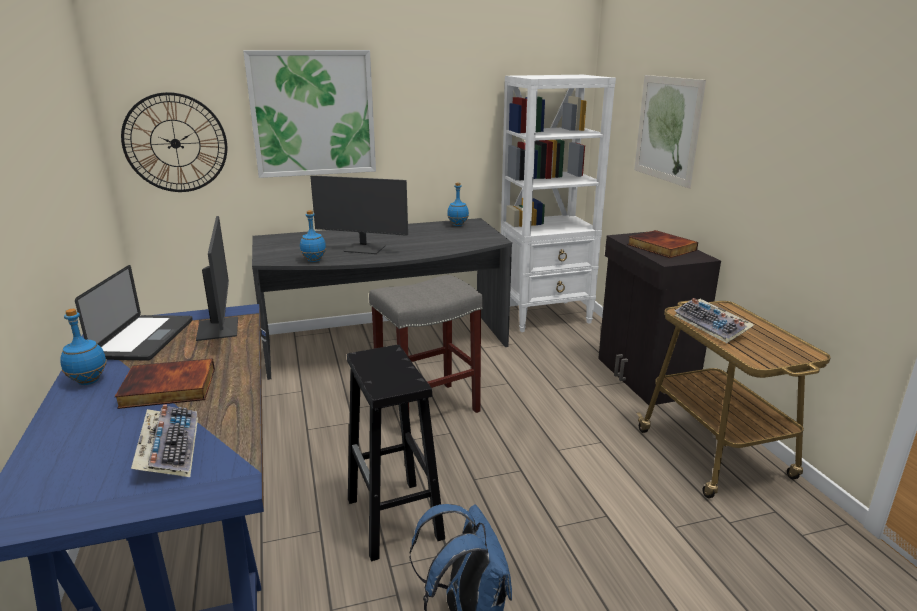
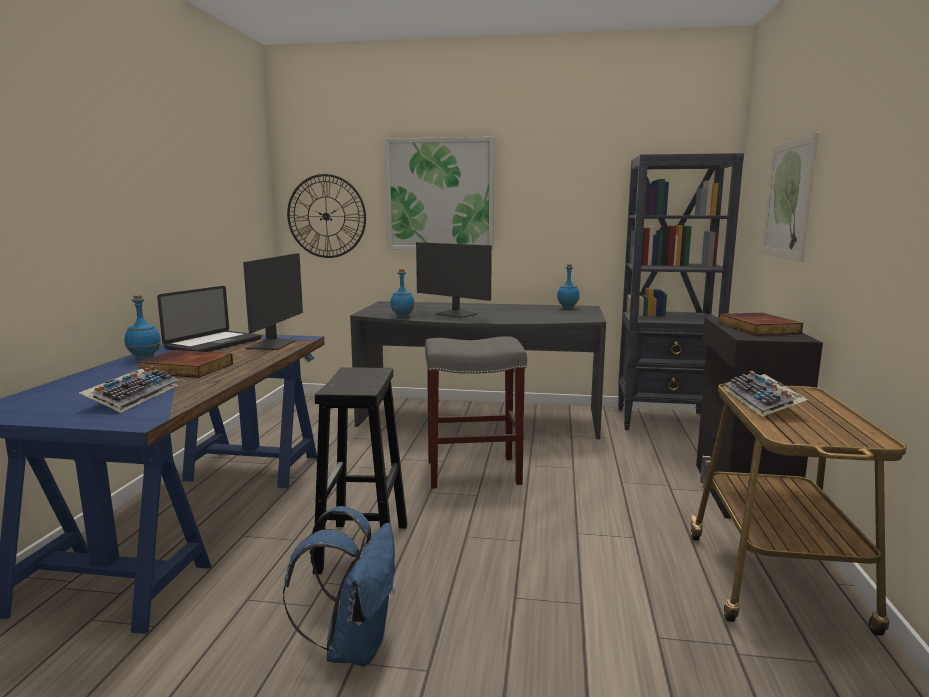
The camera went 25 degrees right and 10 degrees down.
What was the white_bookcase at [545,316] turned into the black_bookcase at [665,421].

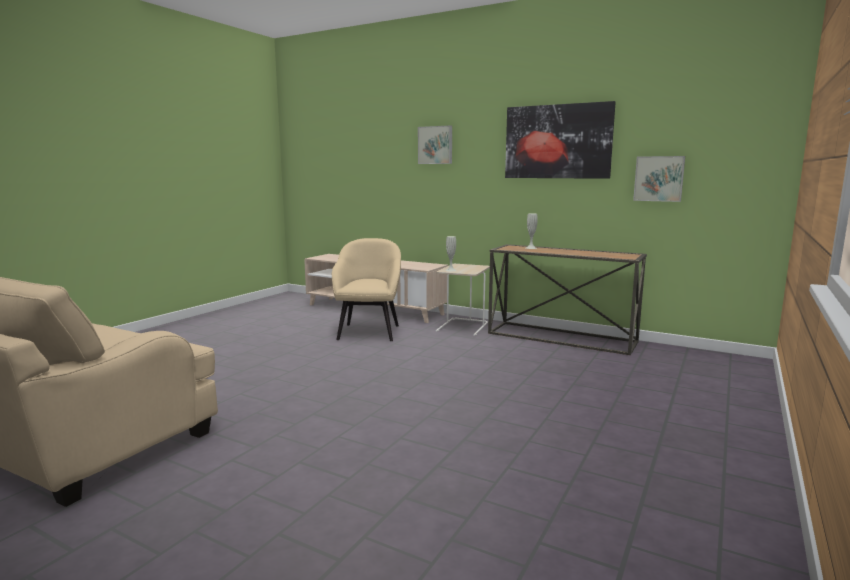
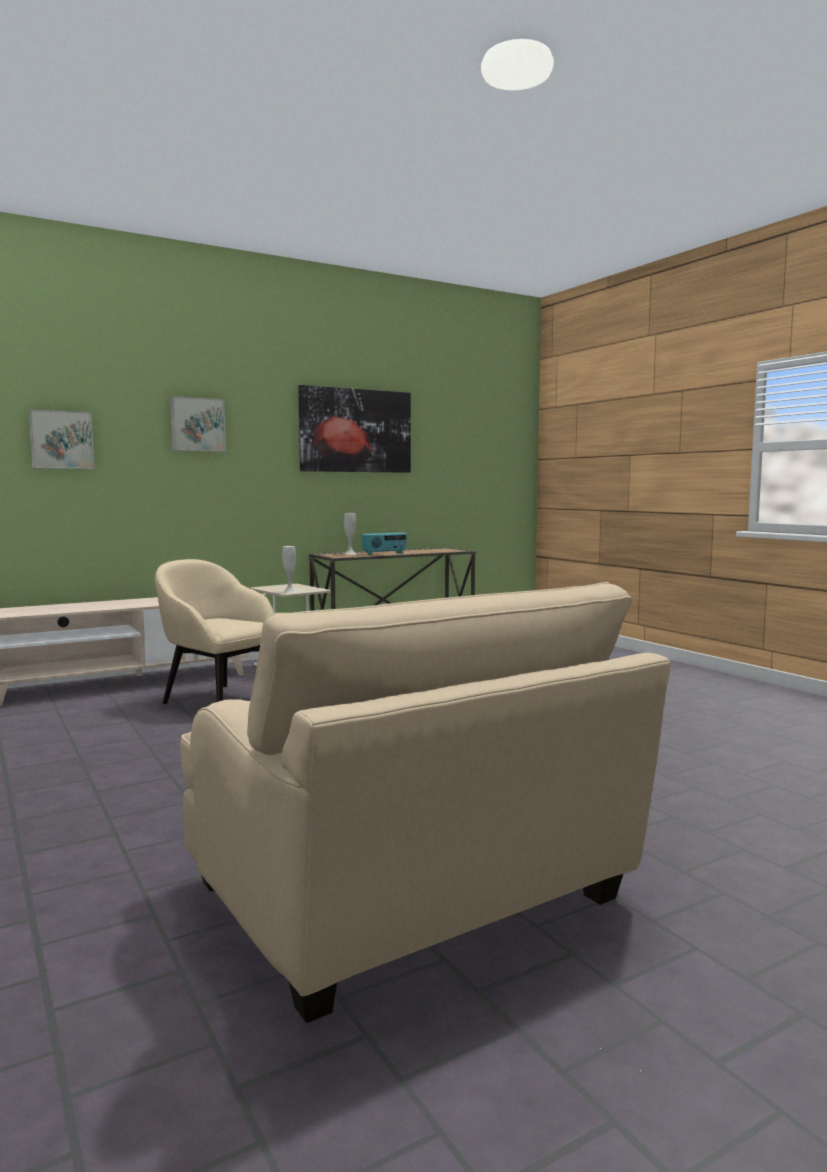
The camera went 60 degrees left and 5 degrees down.
The picture ended up elsewhere, having gone from [659,178] to [61,440].
The second view gained the radio at [384,553].

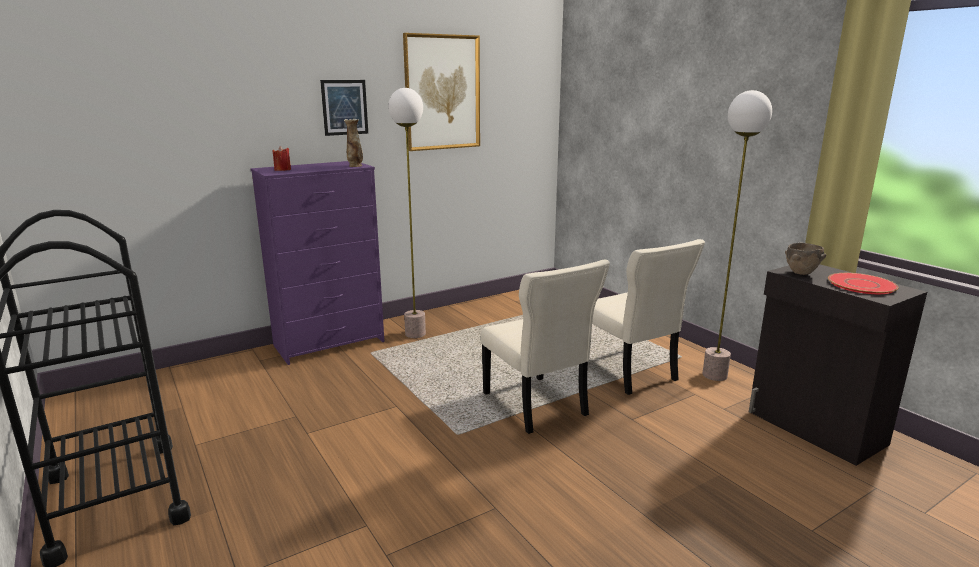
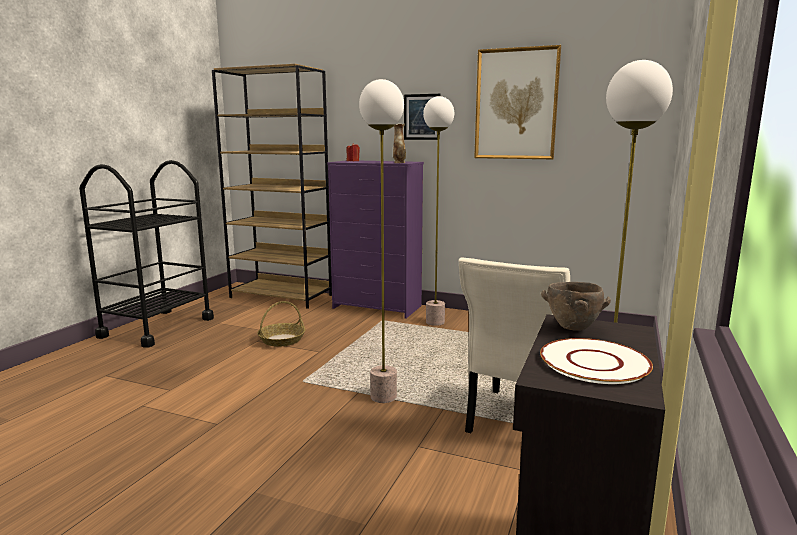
The camera went 55 degrees right and 5 degrees down.
Where the beige_chair stood at [536,406], the floor_lamp came to stand at [383,397].
What was the red_plate at [862,285] turned into the white_plate at [594,363].
The second view gained the brown_bookcase at [282,296].
The second view gained the basket at [281,340].

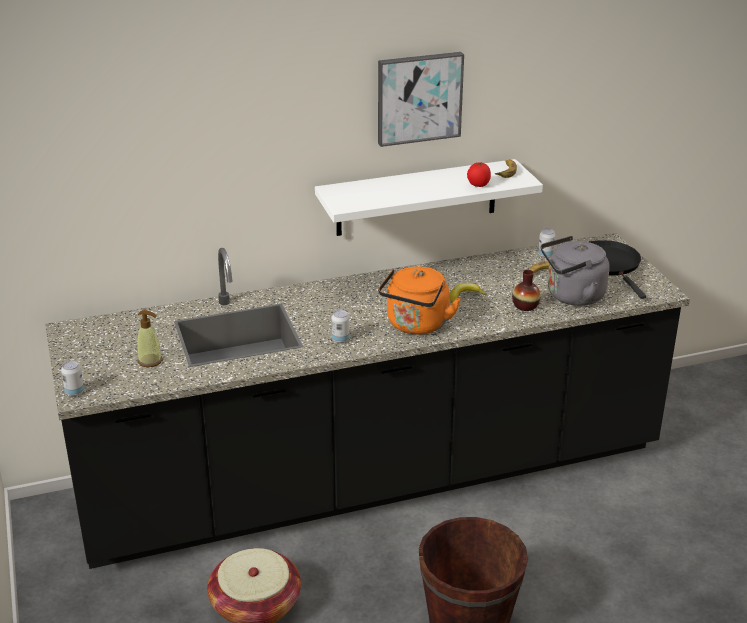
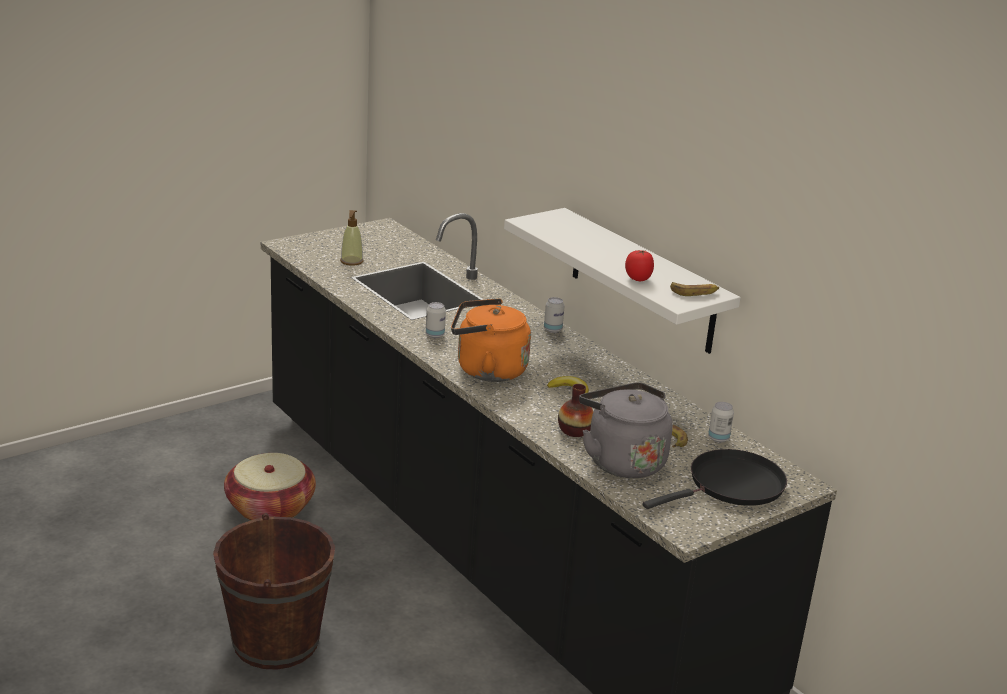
The camera went 70 degrees right and 5 degrees down.
The second view lost the picture at [418,98].
The can ended up elsewhere, having gone from [74,392] to [552,329].

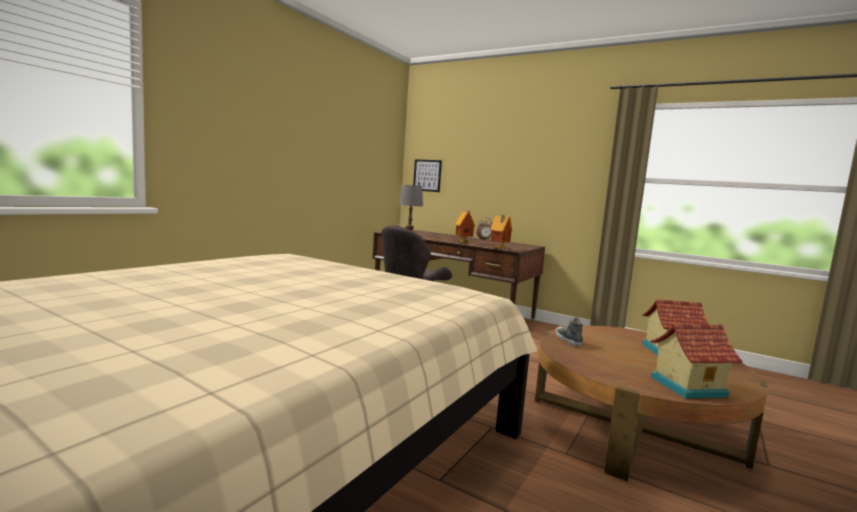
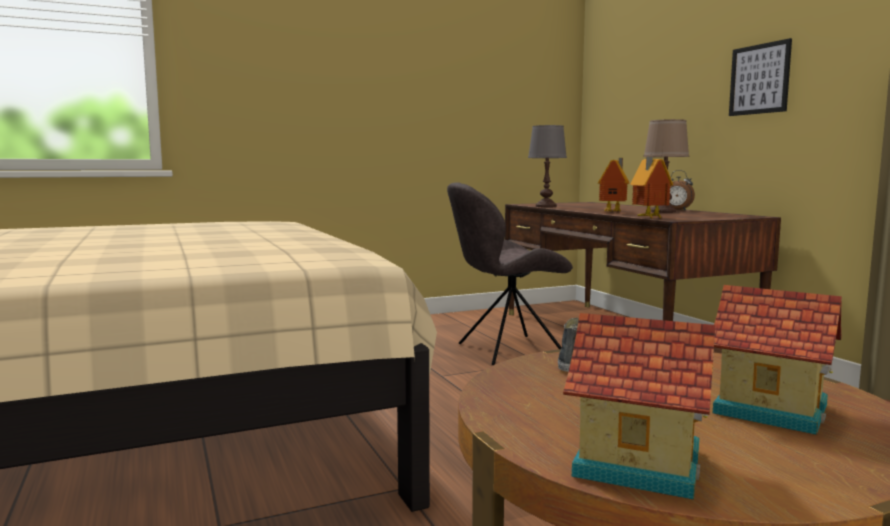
The camera went 35 degrees right and 0 degrees up.
The picture ended up elsewhere, having gone from [427,175] to [759,79].
The second view gained the brown_table_lamp at [663,212].

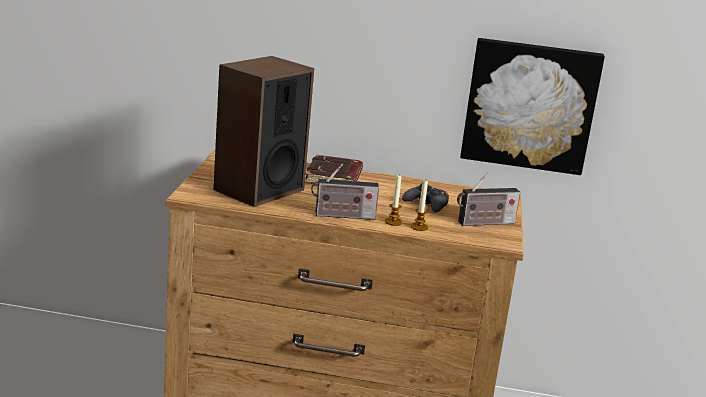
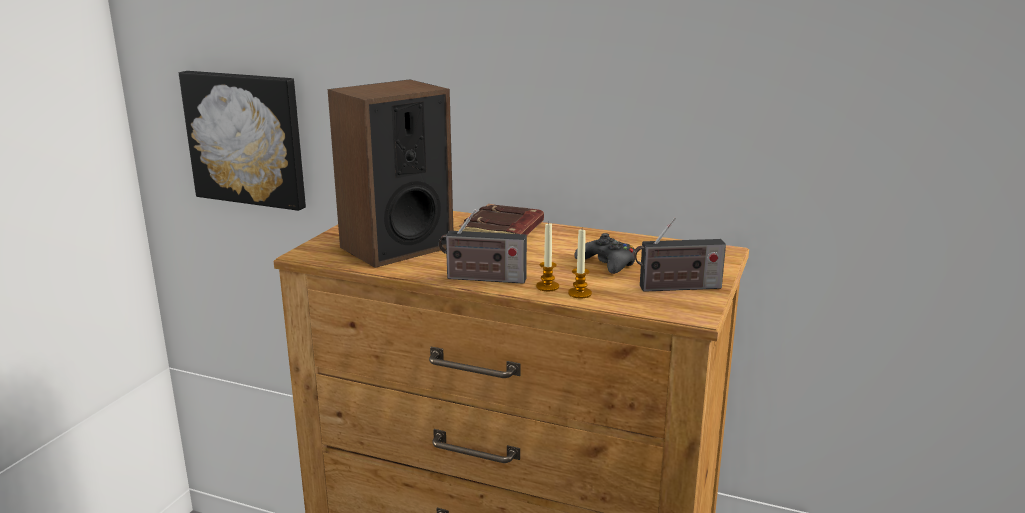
The camera went 15 degrees right and 0 degrees up.
The picture ended up elsewhere, having gone from [530,105] to [247,138].

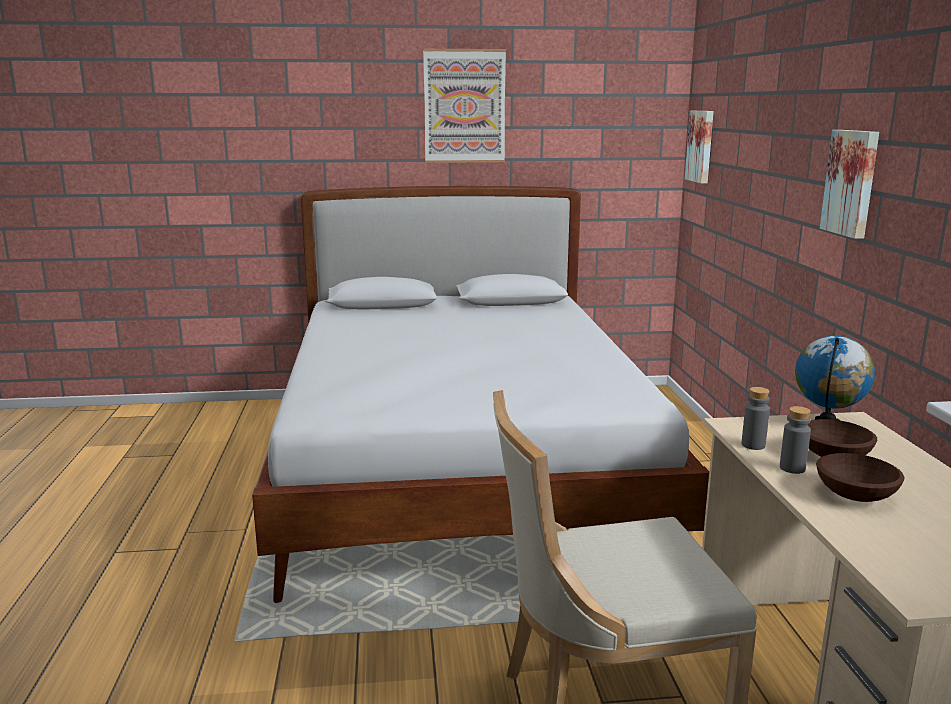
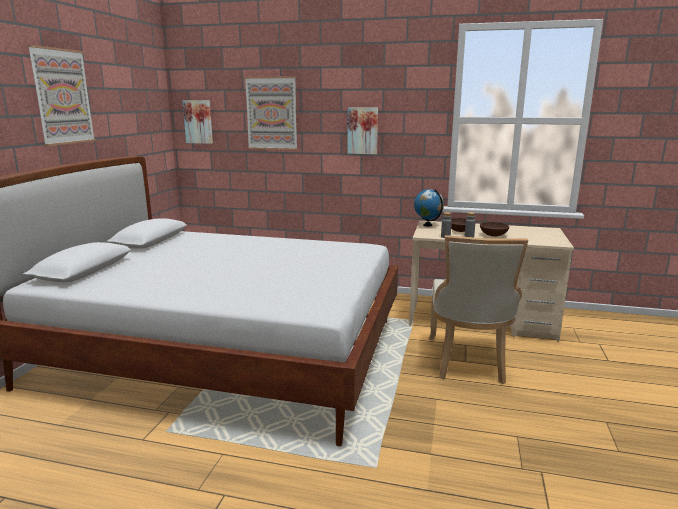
The camera went 70 degrees left and 0 degrees up.
The second view gained the picture at [271,113].

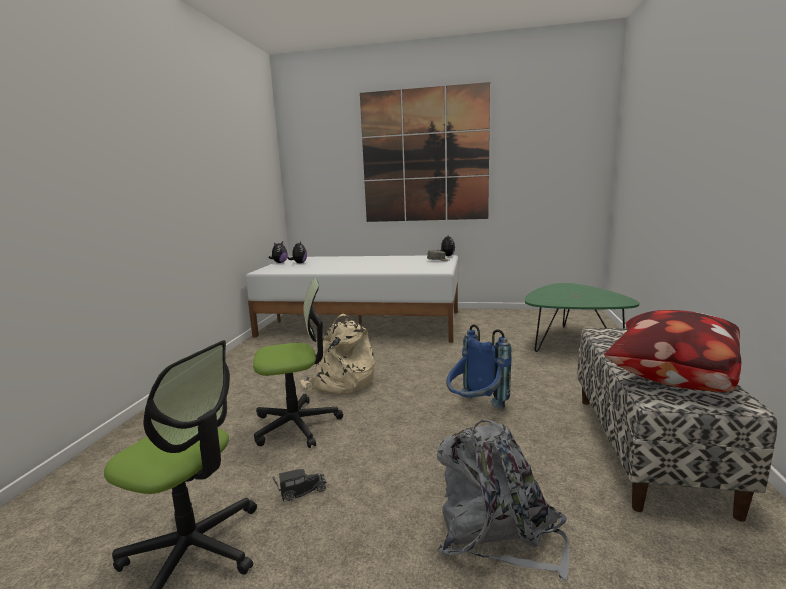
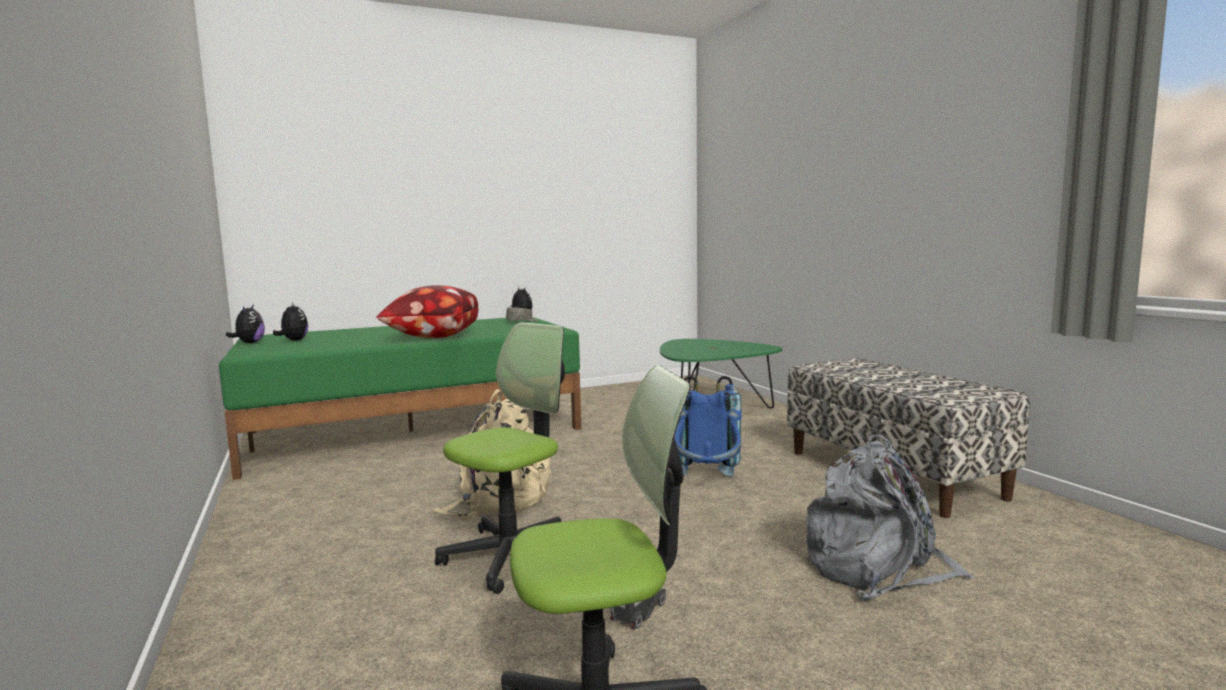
The camera went 35 degrees left and 5 degrees down.
The second view lost the picture at [424,156].
What was the white_bed at [361,323] turned into the green_bed at [412,430].
The pillow ended up elsewhere, having gone from [669,378] to [432,337].

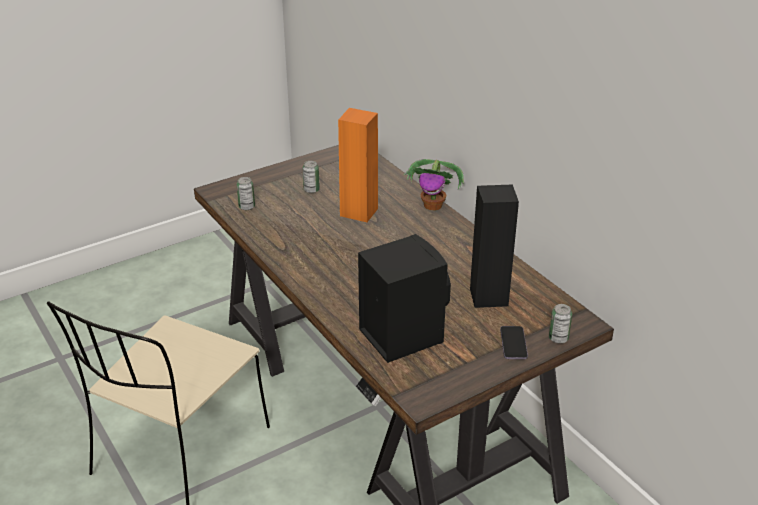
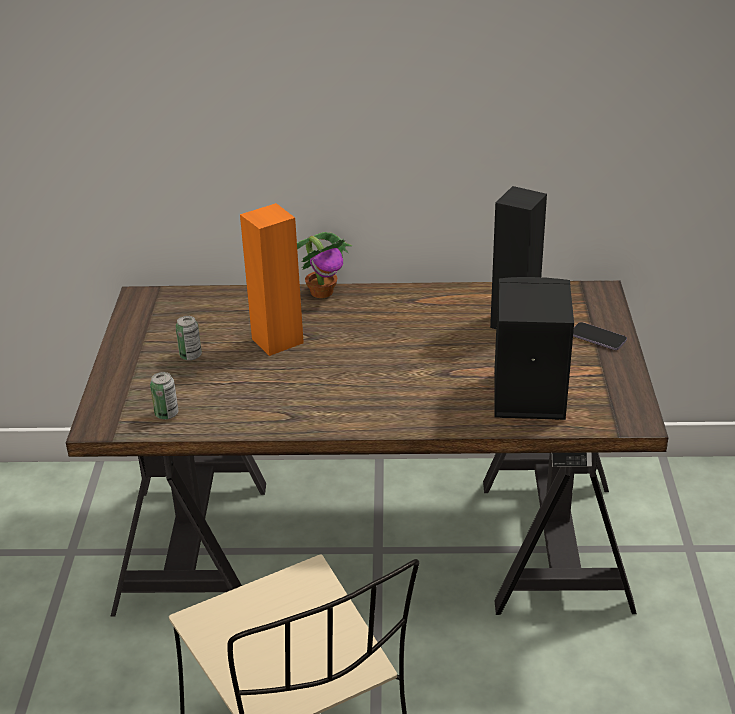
The camera went 55 degrees left and 0 degrees up.
The second view lost the can at [558,338].

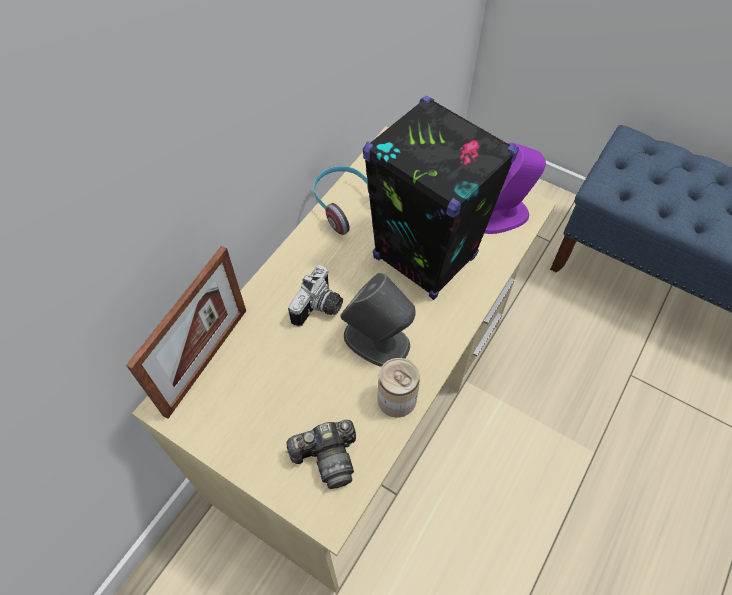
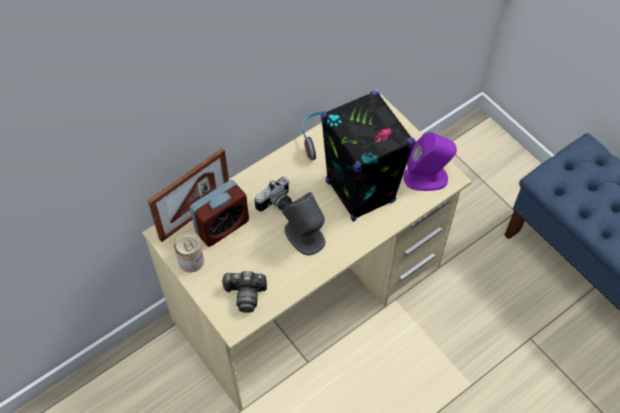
The camera went 20 degrees right and 0 degrees up.
The can ended up elsewhere, having gone from [396,398] to [191,261].
The second view gained the alarm_clock at [222,226].

